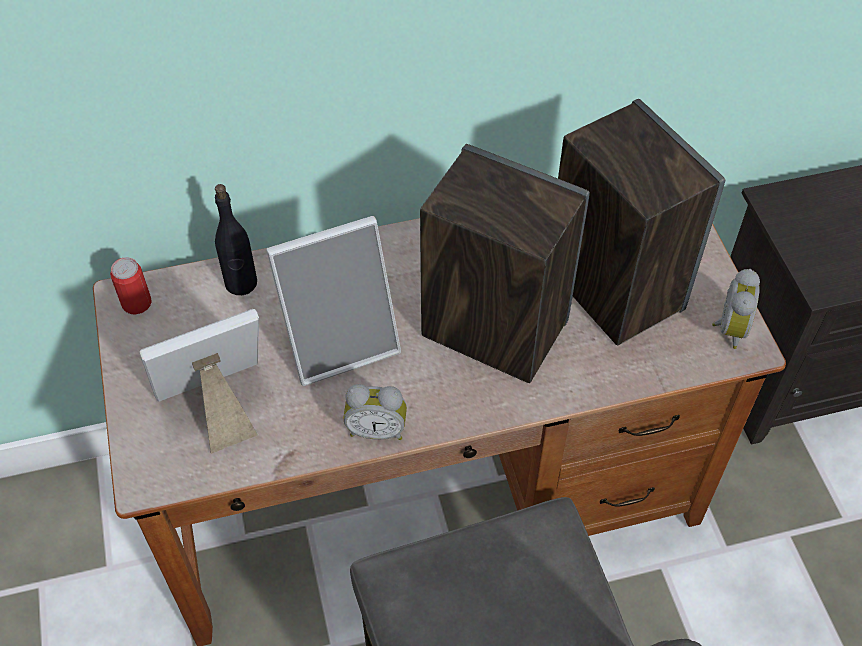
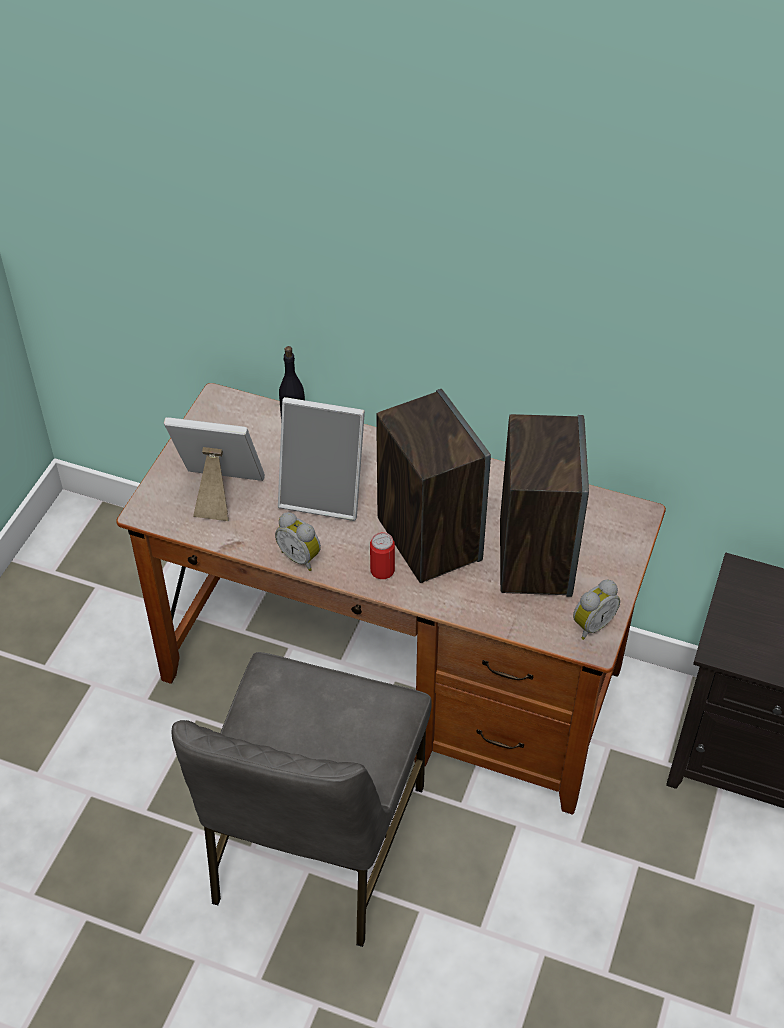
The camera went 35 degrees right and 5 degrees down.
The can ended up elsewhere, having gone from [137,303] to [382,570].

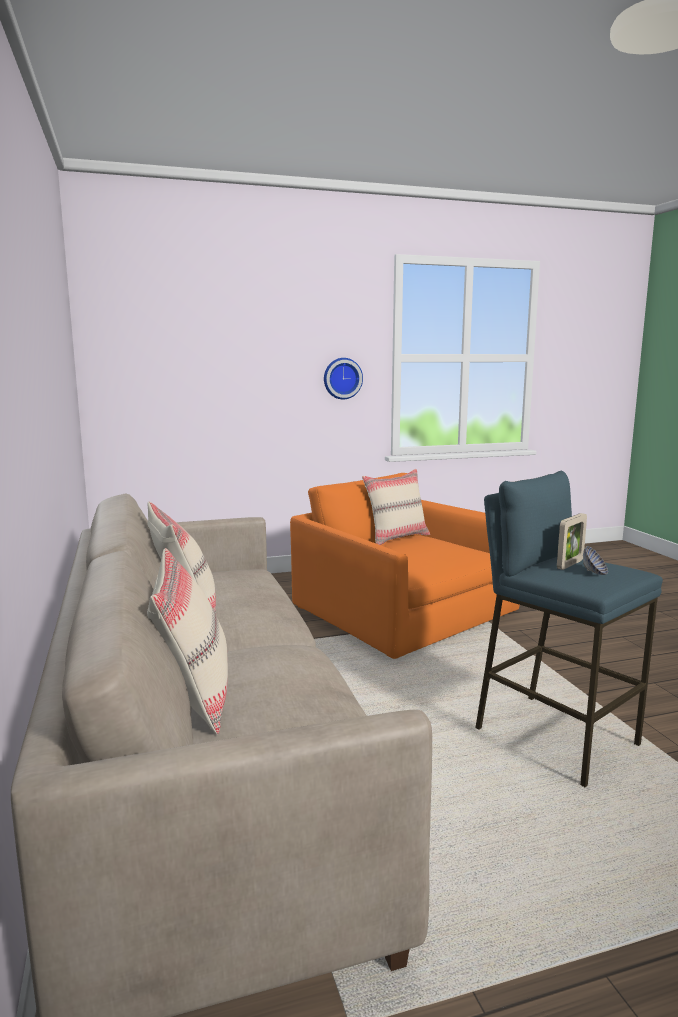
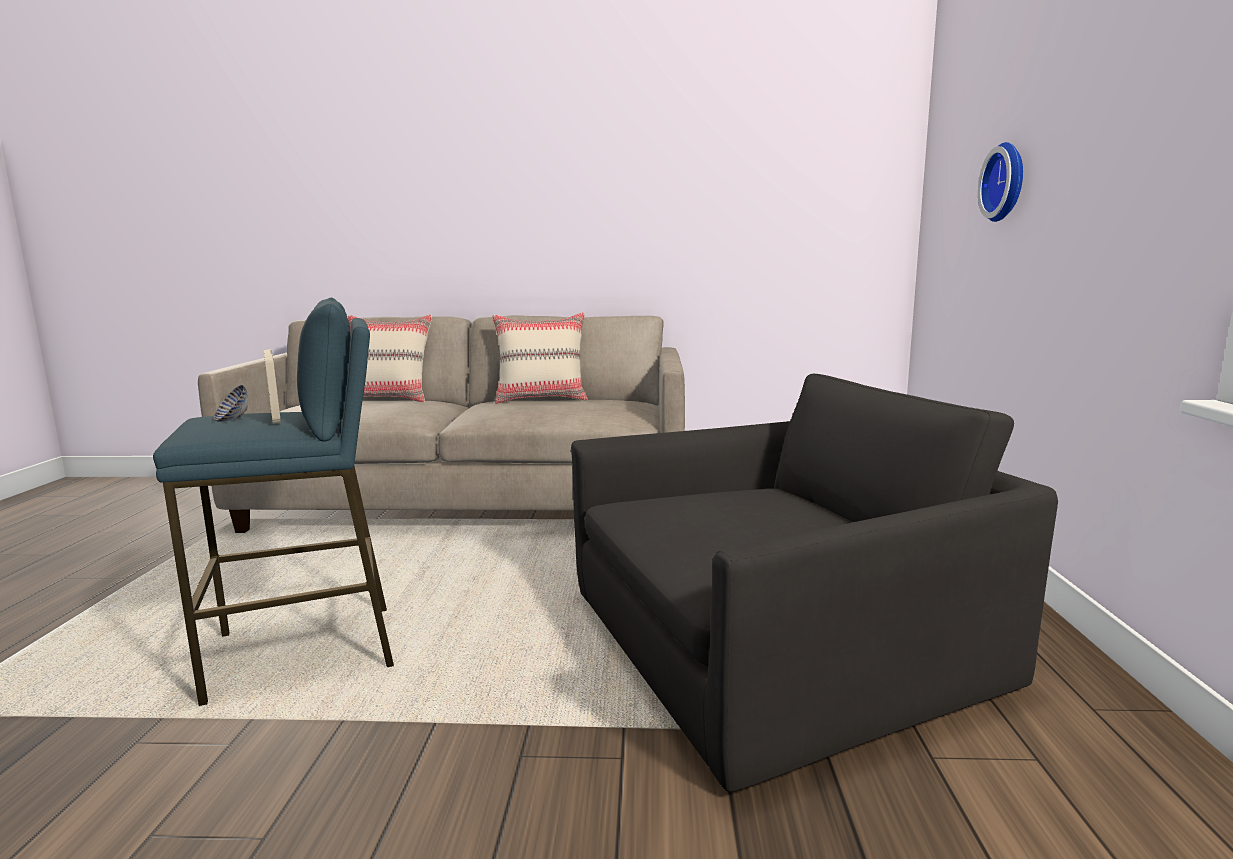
The camera went 110 degrees right and 0 degrees up.
The wall_clock ended up elsewhere, having gone from [342,378] to [1007,182].
The second view lost the beige_pillow at [396,538].
What was the orange_armchair at [402,611] turned into the black_armchair at [778,645].

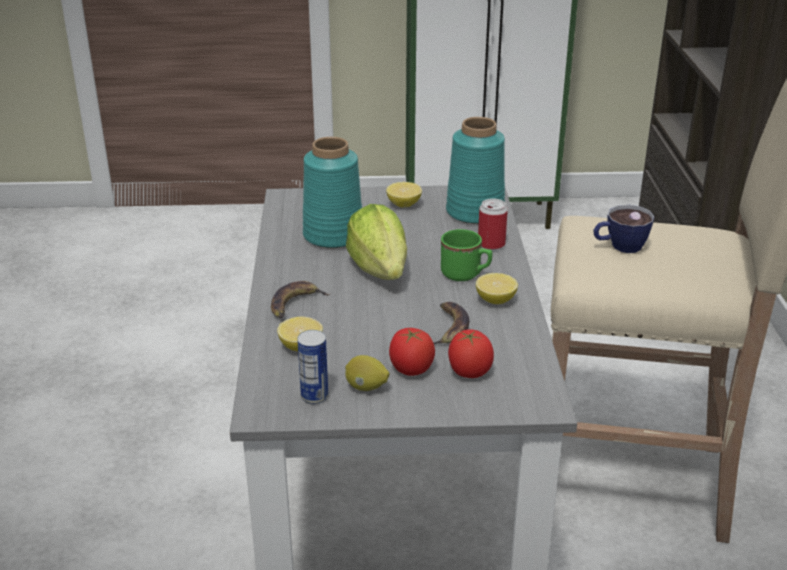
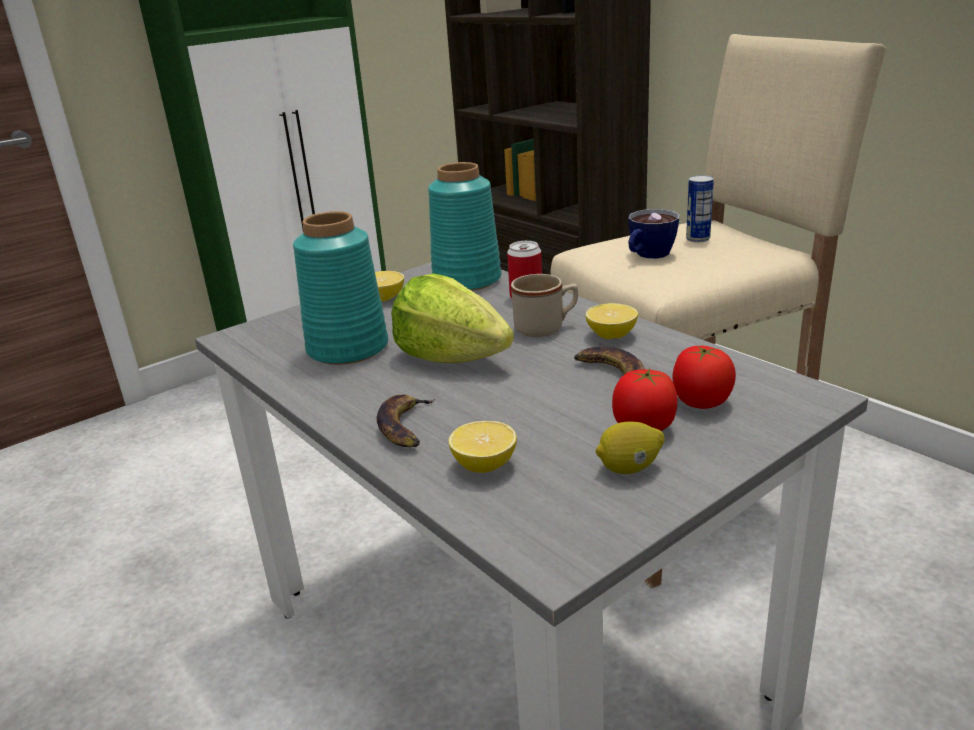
The camera went 35 degrees left and 5 degrees down.
What was the green_mug at [466,274] turned into the beige_mug at [546,327].
The can ended up elsewhere, having gone from [314,396] to [698,239].

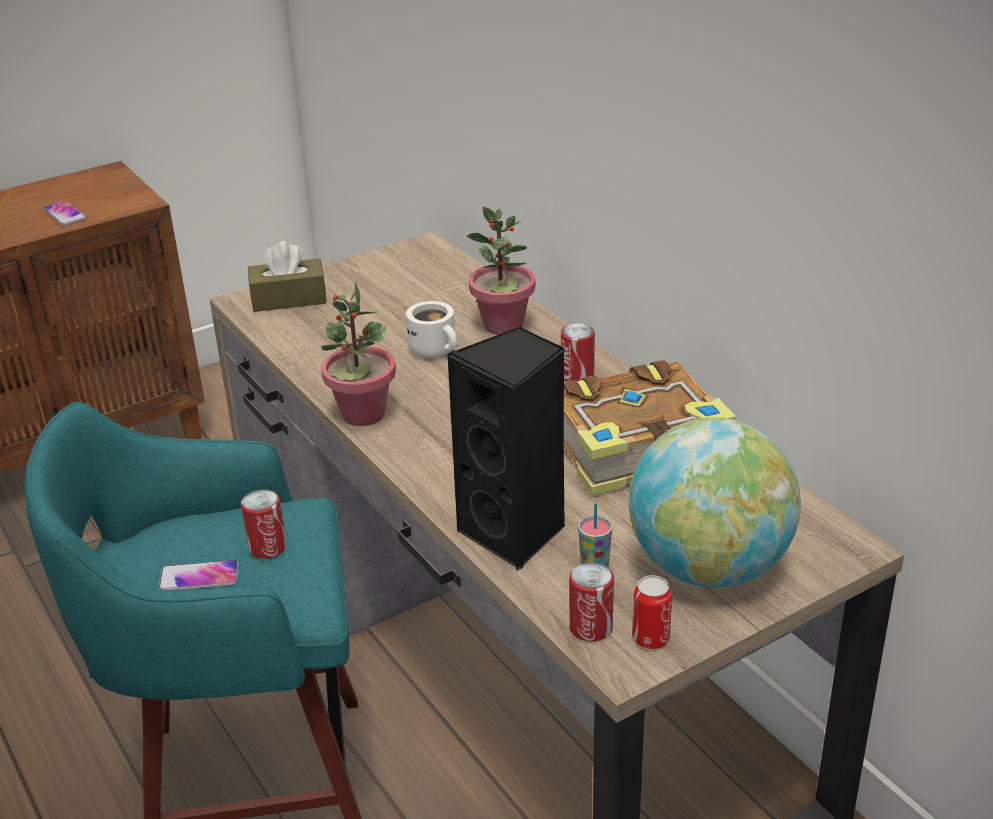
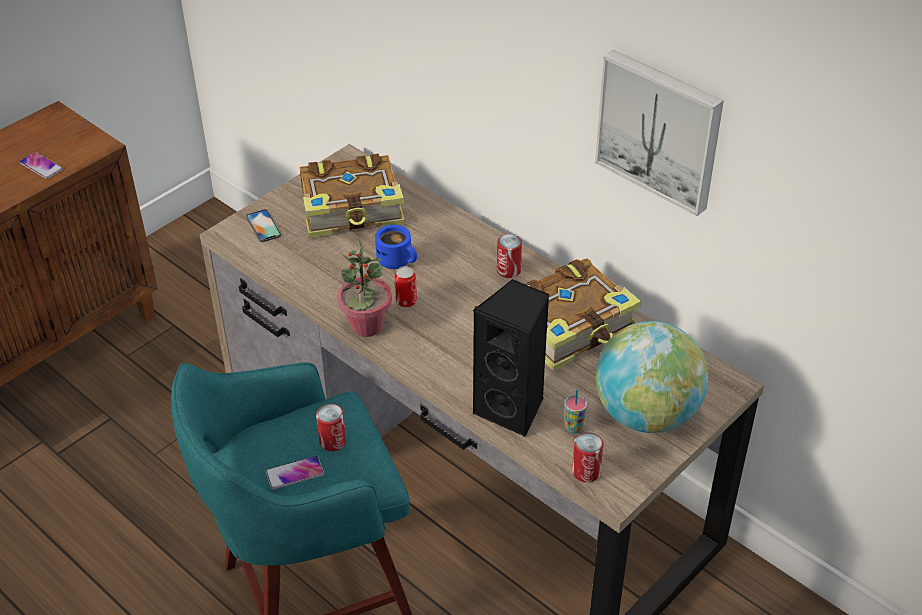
The camera went 15 degrees left and 10 degrees up.
The second view lost the potted_plant at [503,325].
Where the brown_tissue_box stood at [289,299], the phone came to stand at [263,226].
What was the white_mug at [437,350] turned into the blue_mug at [398,260].
The can ended up elsewhere, having gone from [650,638] to [406,301].
The second view gained the picture at [660,130].
The second view gained the book at [353,209].

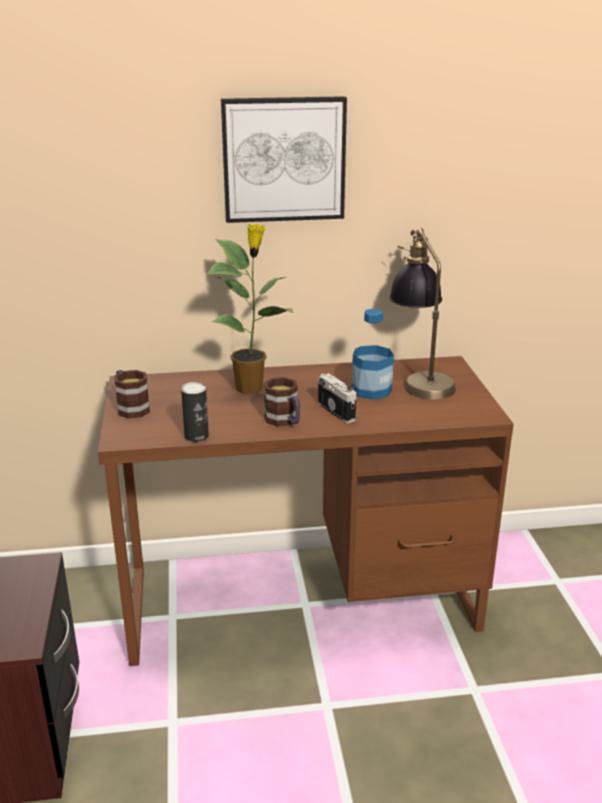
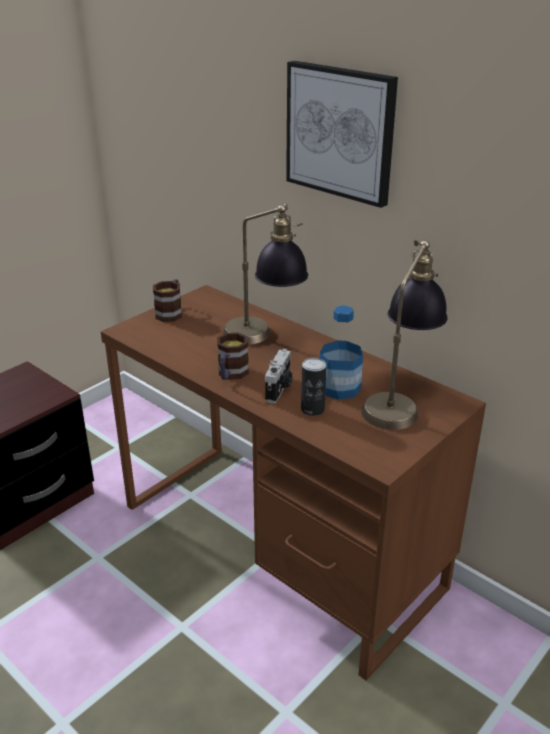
The camera went 50 degrees right and 5 degrees up.
Where the potted_plant stood at [251,388], the table_lamp came to stand at [264,338].
The can ended up elsewhere, having gone from [196,436] to [312,409].

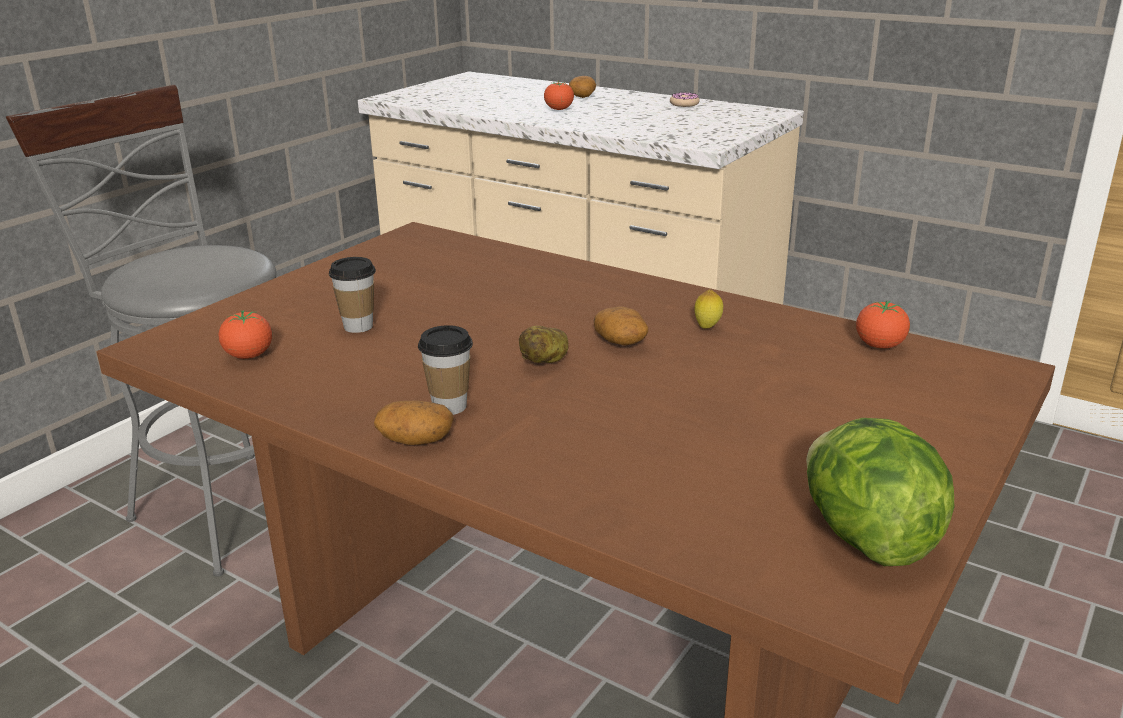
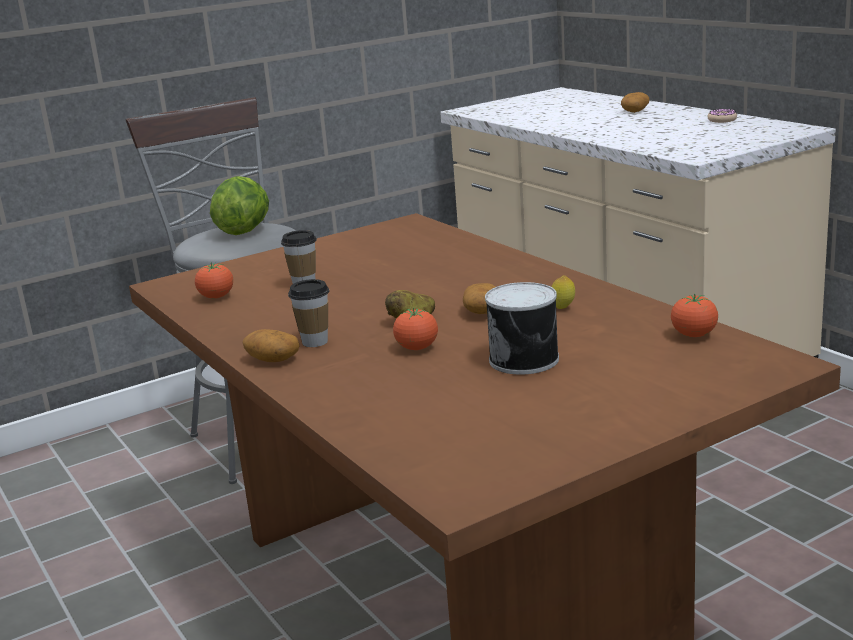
The camera went 25 degrees right and 5 degrees down.
The tomato ended up elsewhere, having gone from [559,109] to [417,348].
The lettuce ended up elsewhere, having gone from [865,537] to [244,231].
The second view gained the can at [526,359].

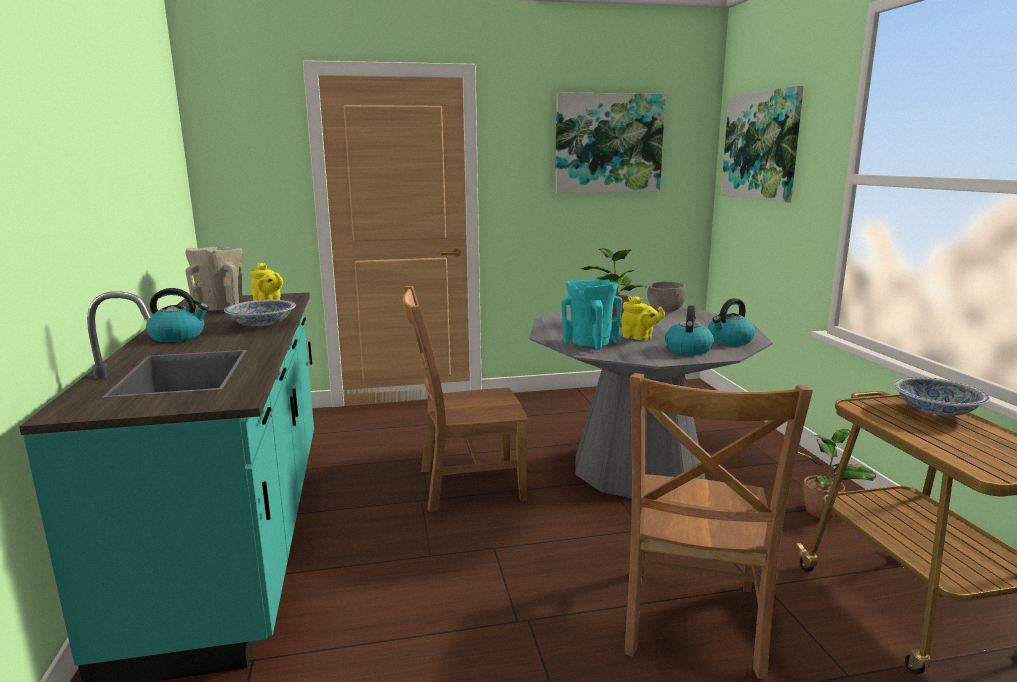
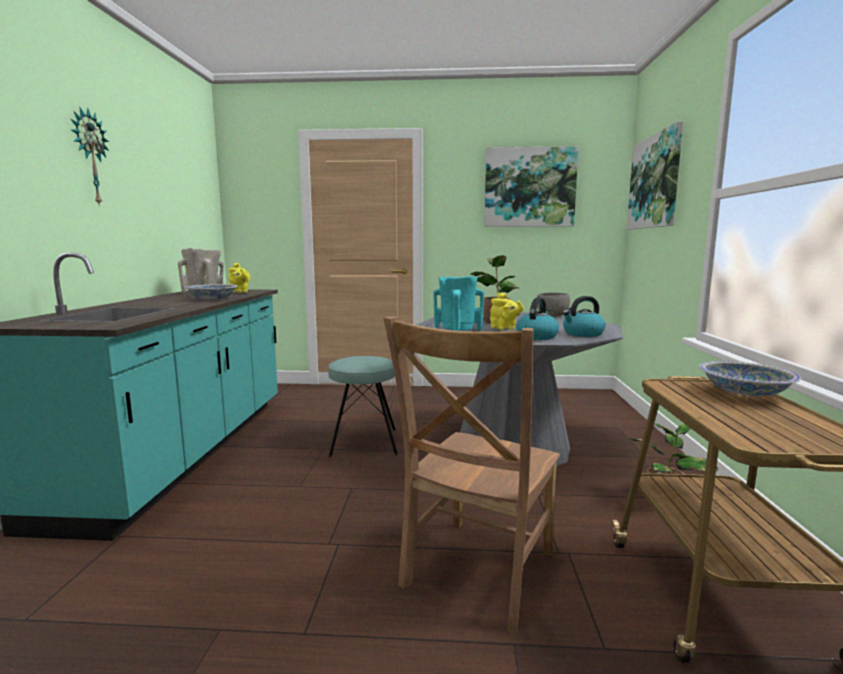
The camera went 15 degrees right and 5 degrees down.
Where the brown_chair stood at [466,485], the turquoise_stool came to stand at [364,442].
The second view lost the kettle at [178,336].
The second view gained the wall_clock at [89,157].

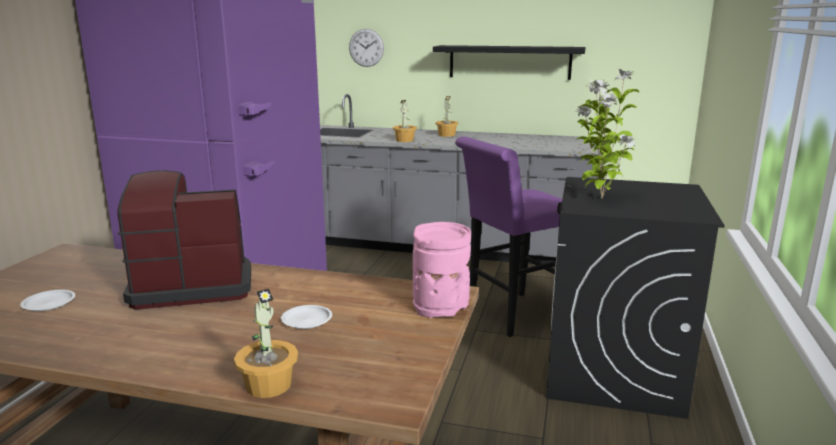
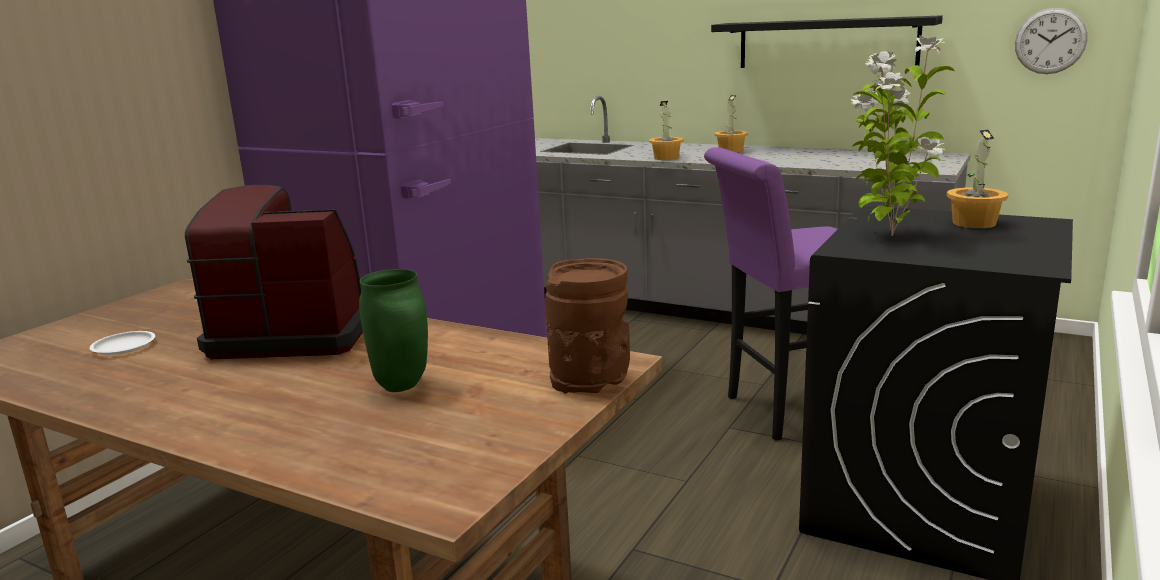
The camera went 15 degrees right and 0 degrees up.
The wall_clock ended up elsewhere, having gone from [366,47] to [1050,41].
What was the pink_vase at [441,307] turned into the brown_vase at [591,380].
The potted_plant ended up elsewhere, having gone from [268,385] to [973,223].
Where the white_plate stood at [307,320], the green_vase came to stand at [403,385].

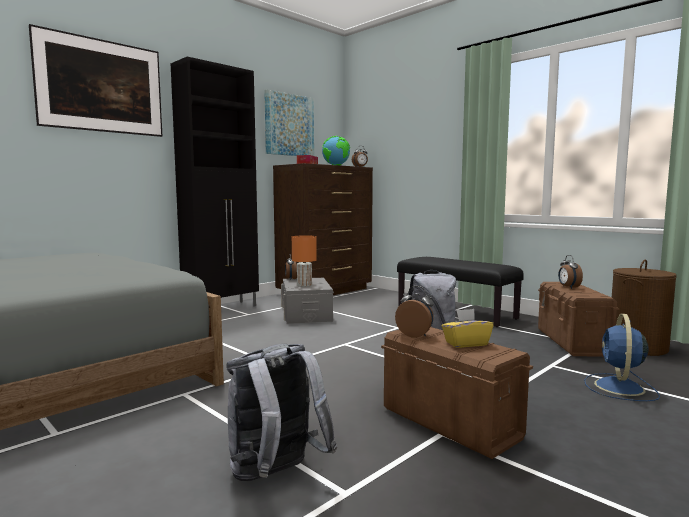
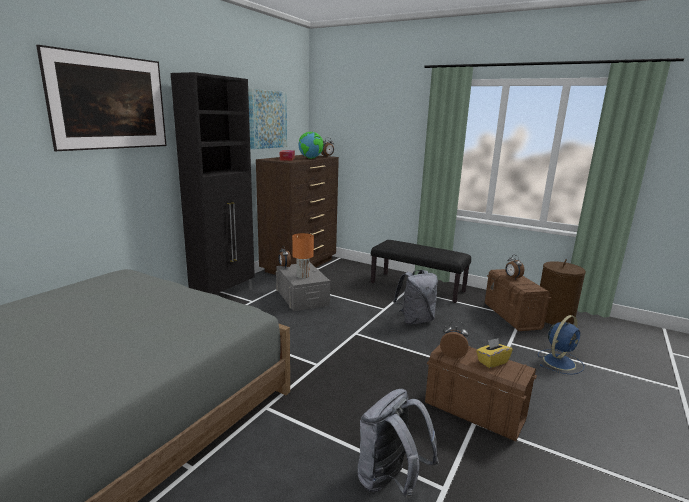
The camera went 15 degrees left and 10 degrees up.
The blue_fan at [619,388] ended up facing another way, 135 degrees counterclockwise from before.

